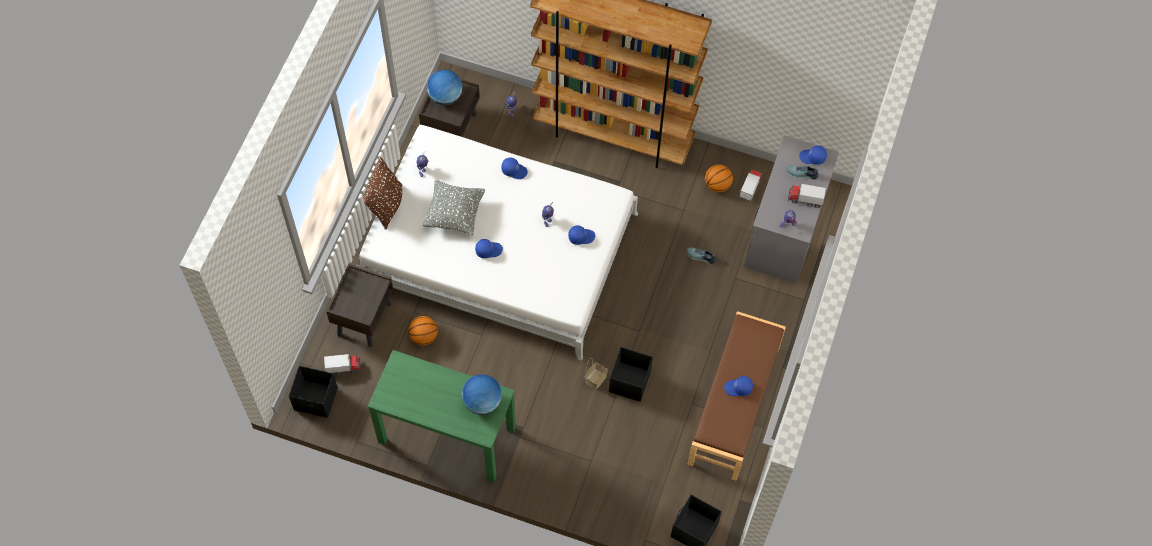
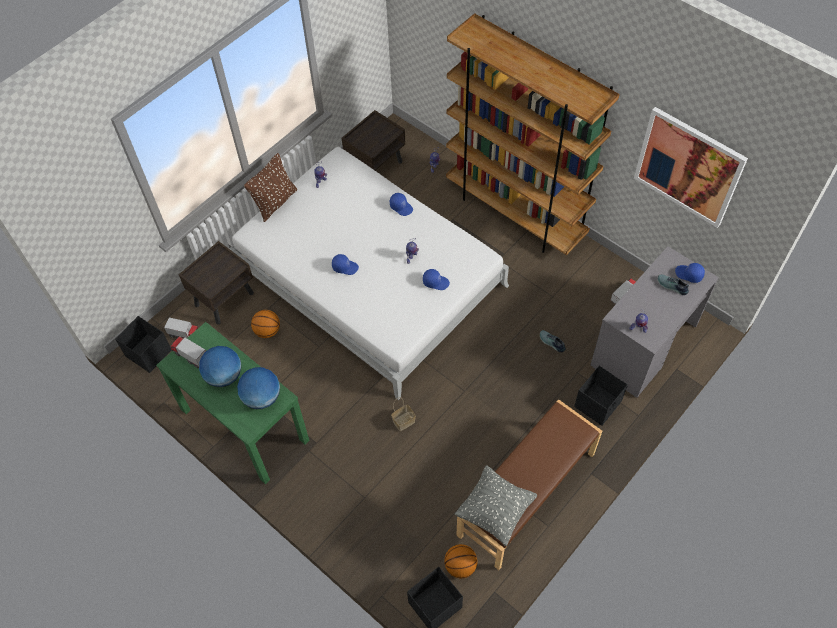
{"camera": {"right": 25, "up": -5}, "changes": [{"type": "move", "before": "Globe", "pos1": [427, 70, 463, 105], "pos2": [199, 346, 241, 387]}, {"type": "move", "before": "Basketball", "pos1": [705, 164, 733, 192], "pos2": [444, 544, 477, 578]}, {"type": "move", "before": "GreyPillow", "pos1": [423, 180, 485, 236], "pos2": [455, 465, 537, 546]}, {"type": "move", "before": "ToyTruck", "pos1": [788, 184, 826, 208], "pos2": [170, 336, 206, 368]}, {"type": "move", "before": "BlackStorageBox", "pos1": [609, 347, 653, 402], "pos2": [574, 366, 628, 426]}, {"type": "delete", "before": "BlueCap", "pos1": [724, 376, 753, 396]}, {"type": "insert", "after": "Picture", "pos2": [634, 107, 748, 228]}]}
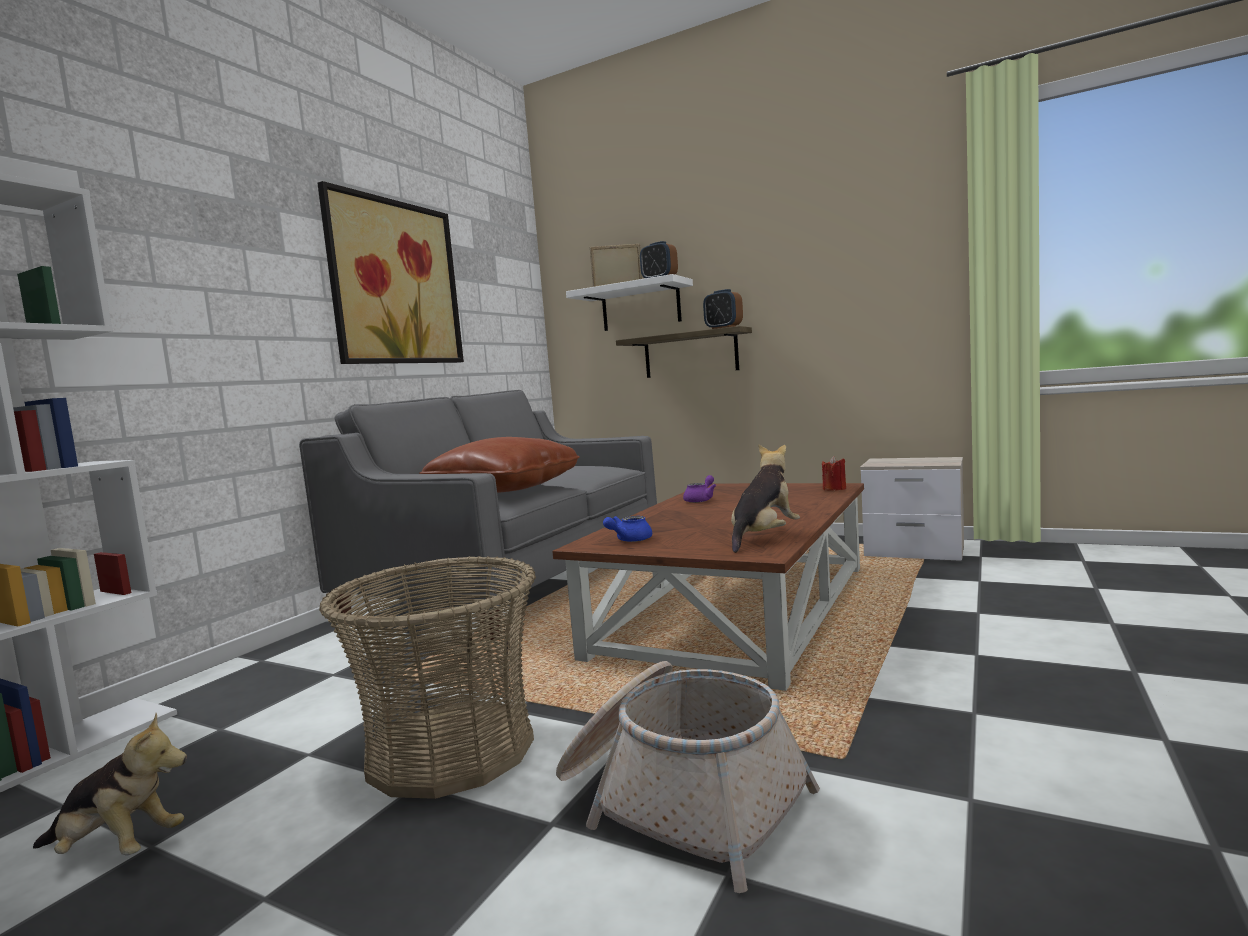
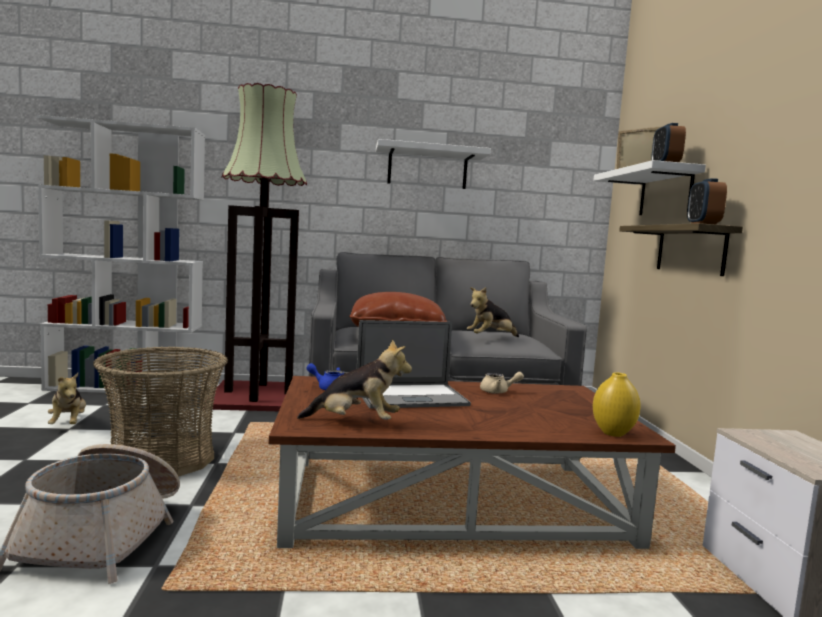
{"camera": {"right": 55, "up": 0}, "changes": [{"type": "replace", "before": "Picture", "after": "WhiteShelf", "pos1": [317, 181, 464, 364], "pos2": [376, 139, 491, 189]}, {"type": "replace", "before": "RedCandle", "after": "YellowVase", "pos1": [822, 456, 846, 491], "pos2": [593, 372, 640, 437]}, {"type": "recolor", "before": "PurpleTeapot", "after": "BeigeTeapot", "pos1": [683, 475, 716, 503], "pos2": [480, 372, 524, 394]}, {"type": "insert", "after": "FloorLamp", "pos2": [203, 83, 307, 411]}, {"type": "insert", "after": "PlushToy", "pos2": [467, 287, 519, 337]}, {"type": "insert", "after": "Laptop", "pos2": [357, 320, 471, 409]}]}
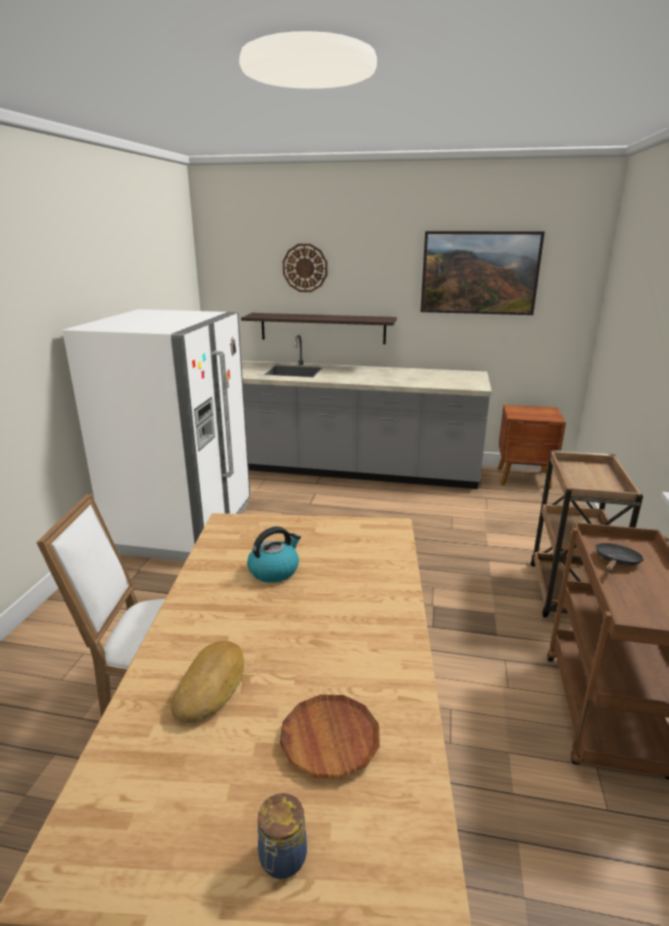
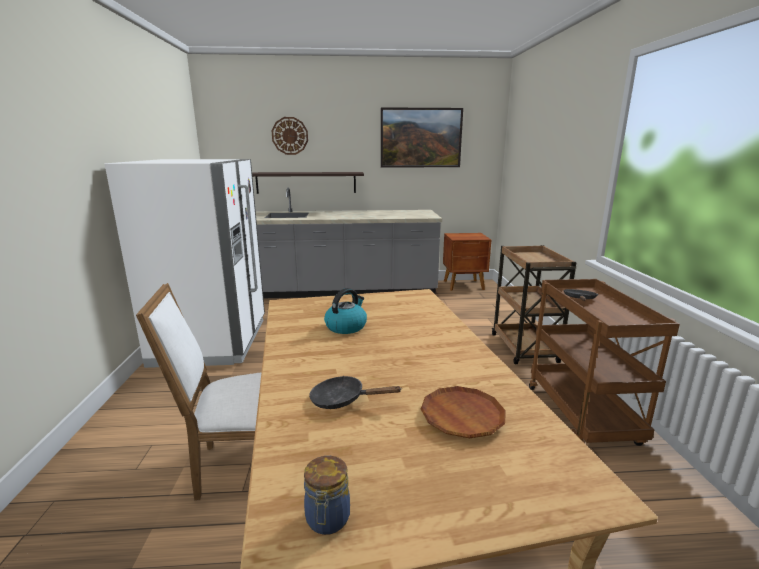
{"camera": {"right": -15, "up": -5}, "changes": [{"type": "replace", "before": "Bread", "after": "BlackFryingPan", "pos1": [171, 641, 244, 723], "pos2": [309, 376, 401, 409]}, {"type": "move", "before": "Jar", "pos1": [258, 793, 307, 879], "pos2": [304, 456, 350, 535]}]}
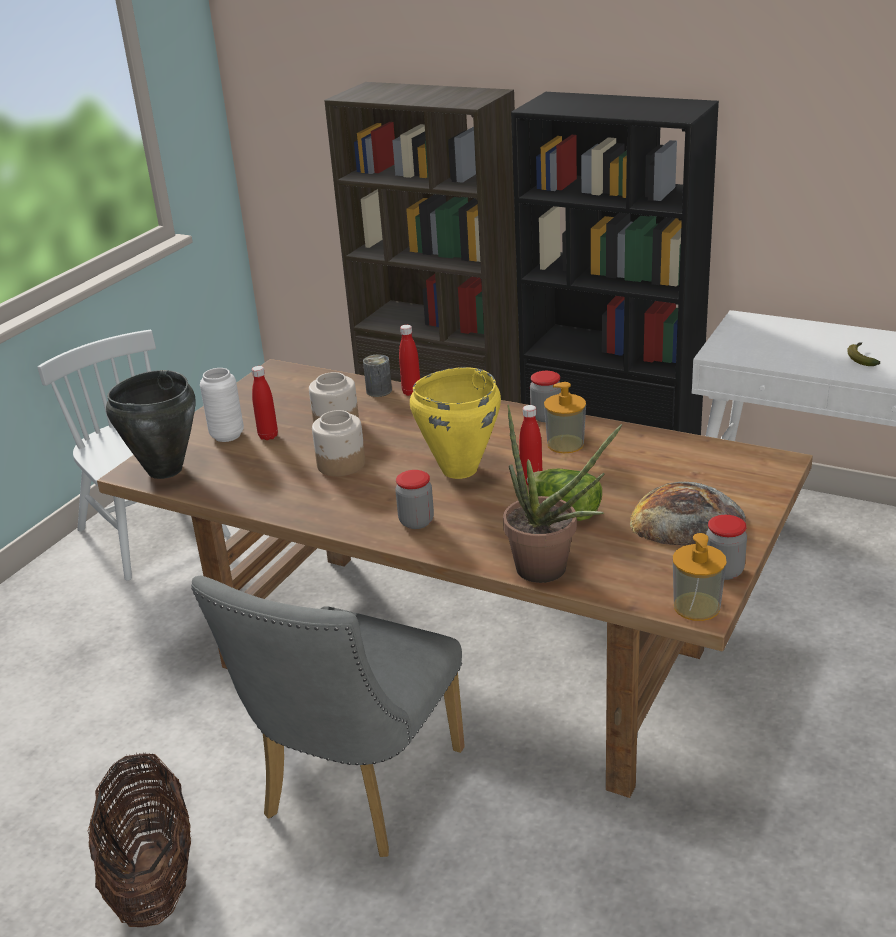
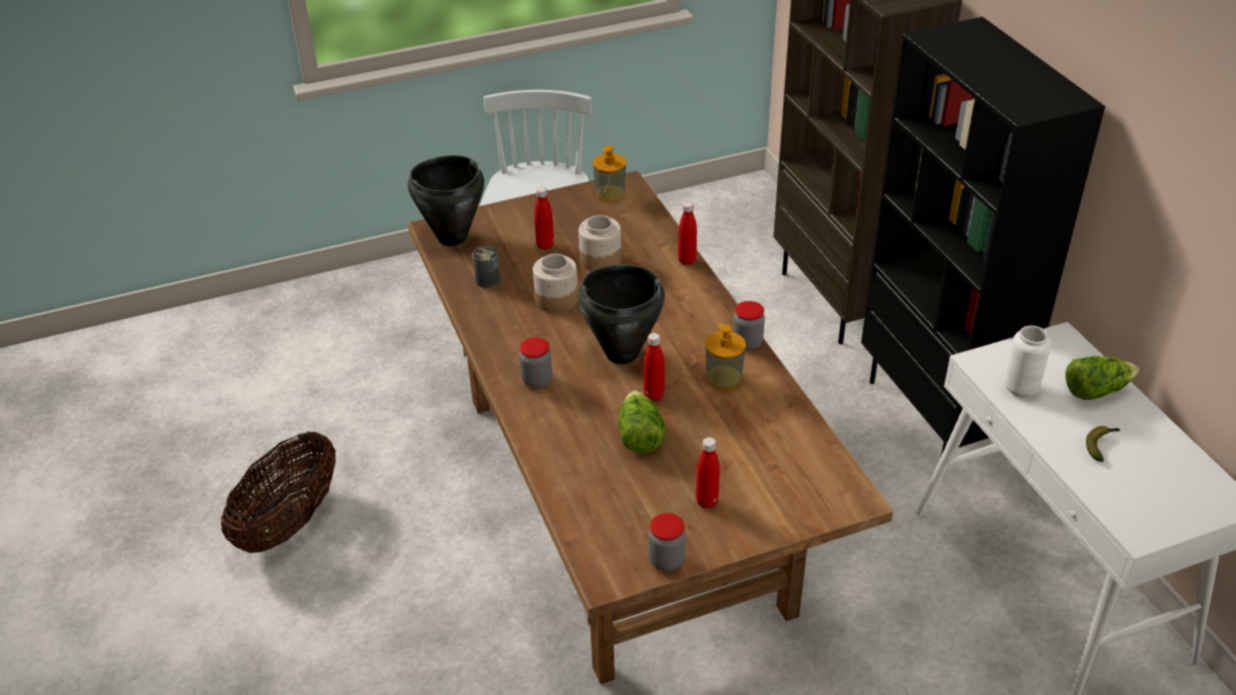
{"camera": {"right": 40, "up": 10}, "changes": [{"type": "move", "before": "Can", "pos1": [363, 354, 392, 397], "pos2": [473, 246, 500, 288]}, {"type": "recolor", "before": "YellowCookingPot", "after": "BlackCookingPot", "pos1": [410, 367, 501, 479], "pos2": [578, 264, 665, 364]}, {"type": "move", "before": "WhiteVase", "pos1": [200, 368, 244, 442], "pos2": [1004, 326, 1051, 397]}, {"type": "delete", "before": "PottedPlant", "pos1": [503, 404, 622, 583]}, {"type": "replace", "before": "Bread", "after": "RedBottle", "pos1": [630, 482, 746, 546], "pos2": [696, 437, 720, 508]}, {"type": "move", "before": "SoapDispenser", "pos1": [673, 533, 727, 621], "pos2": [593, 145, 626, 202]}, {"type": "delete", "before": "GreyChair", "pos1": [191, 576, 465, 857]}, {"type": "insert", "after": "Lettuce", "pos2": [1066, 356, 1139, 400]}]}
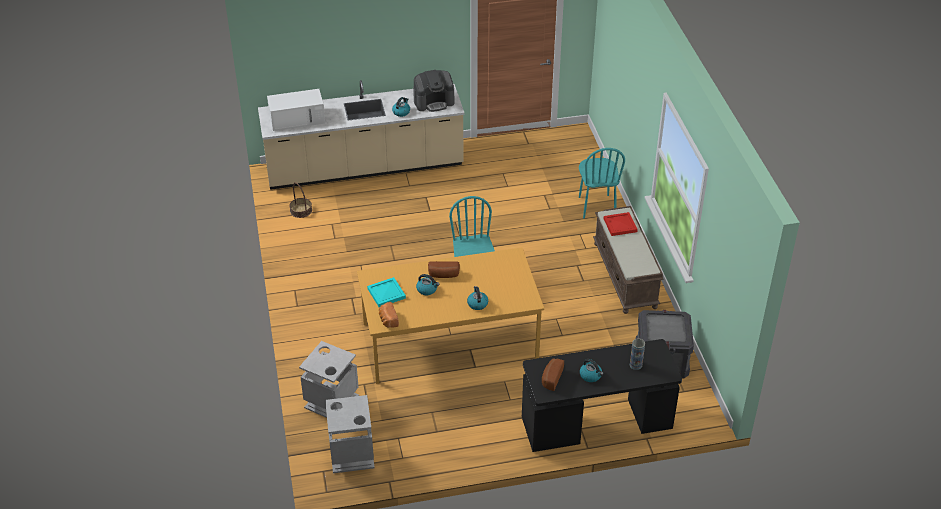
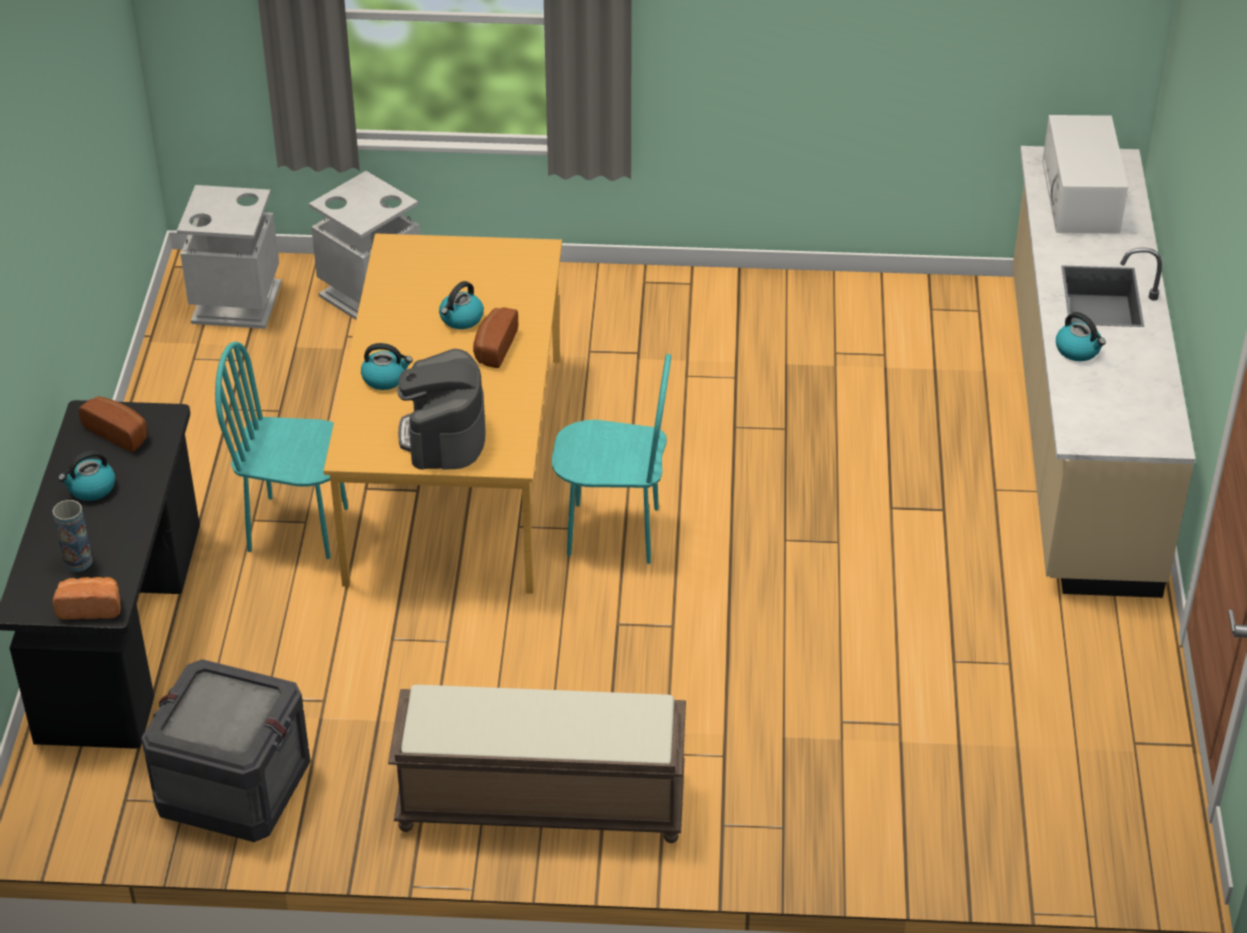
{"camera": {"right": 105, "up": 0}, "changes": [{"type": "move", "before": "CoffeeMachine", "pos1": [413, 70, 454, 112], "pos2": [397, 349, 485, 470]}, {"type": "move", "before": "TurquoiseChair", "pos1": [579, 148, 625, 219], "pos2": [215, 341, 348, 559]}, {"type": "delete", "before": "Basket", "pos1": [289, 182, 312, 218]}, {"type": "delete", "before": "RedTray", "pos1": [604, 212, 638, 236]}, {"type": "delete", "before": "TurquoiseTray", "pos1": [367, 277, 406, 307]}, {"type": "move", "before": "Bread", "pos1": [379, 302, 399, 328], "pos2": [53, 577, 121, 619]}]}
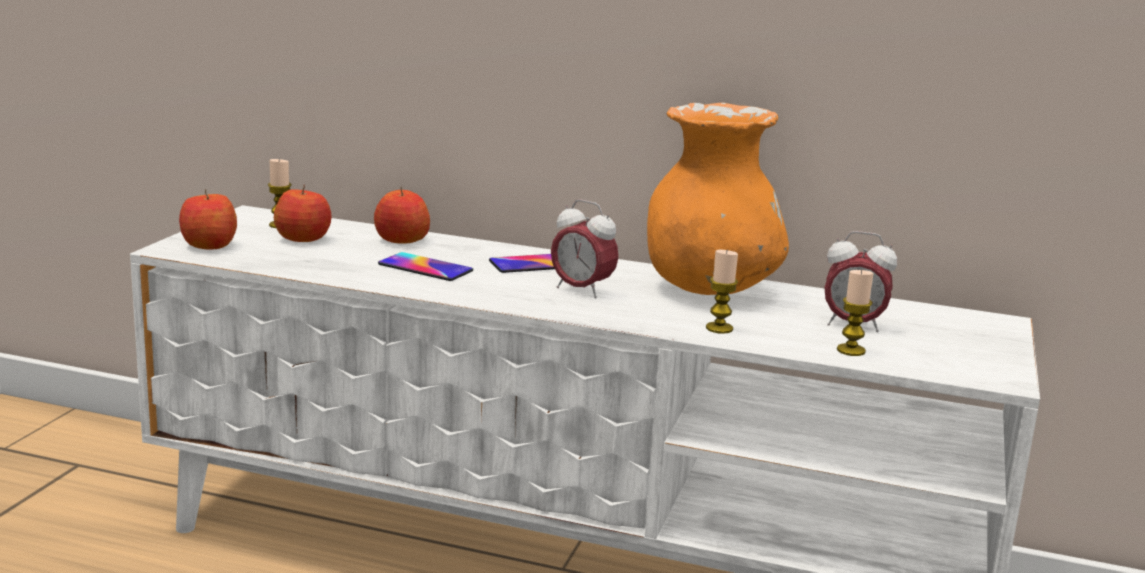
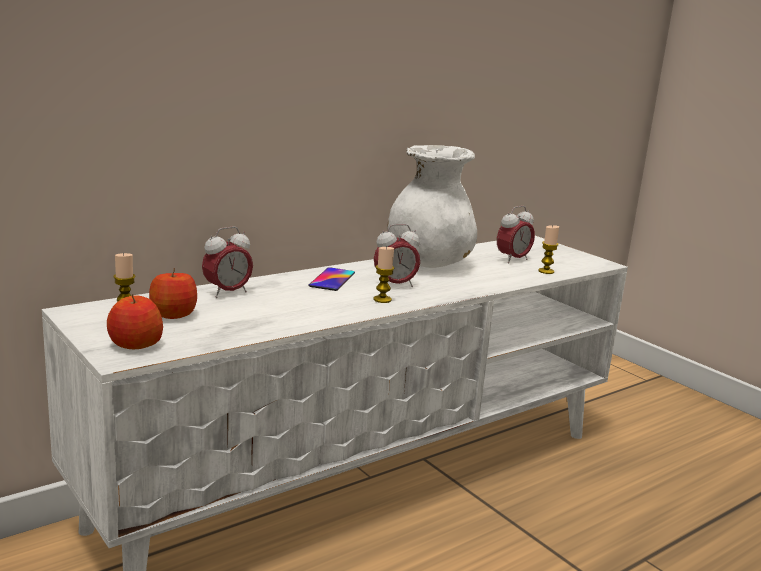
{"camera": {"right": -55, "up": 0}, "changes": [{"type": "recolor", "before": "OrangeVase", "after": "WhiteVase", "pos1": [647, 103, 789, 295], "pos2": [387, 145, 477, 268]}, {"type": "replace", "before": "Apple", "after": "AlarmClock", "pos1": [374, 187, 430, 244], "pos2": [202, 226, 253, 298]}, {"type": "move", "before": "Candle", "pos1": [706, 250, 738, 334], "pos2": [373, 246, 394, 303]}, {"type": "delete", "before": "Phone", "pos1": [378, 252, 473, 281]}]}
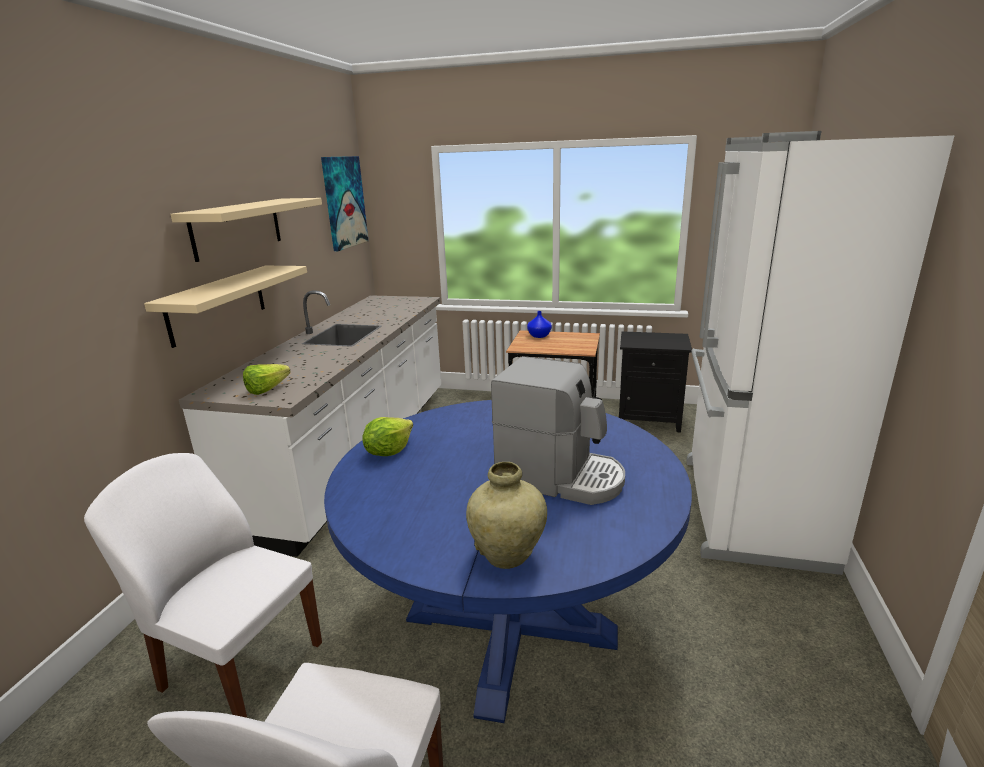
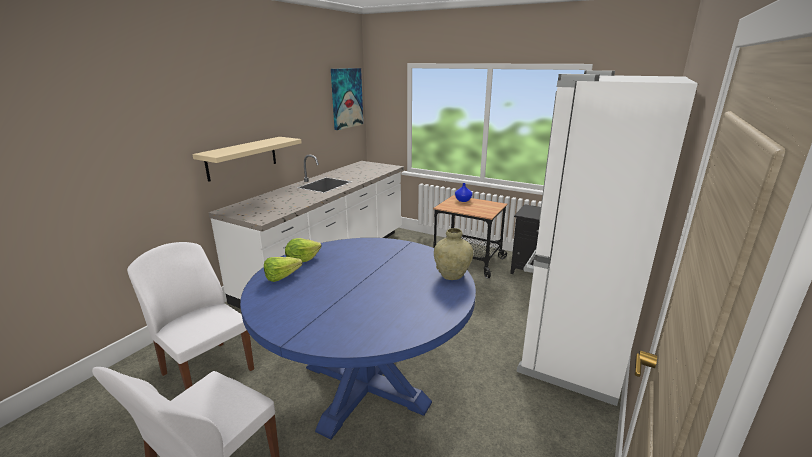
{"camera": {"right": 15, "up": 0}, "changes": [{"type": "delete", "before": "BeigeShelf", "pos1": [170, 198, 322, 262]}, {"type": "delete", "before": "CoffeeMachine", "pos1": [491, 356, 625, 505]}, {"type": "move", "before": "Lettuce", "pos1": [243, 364, 290, 395], "pos2": [264, 257, 302, 282]}, {"type": "move", "before": "BeigeVase", "pos1": [466, 462, 547, 569], "pos2": [434, 228, 473, 280]}]}
